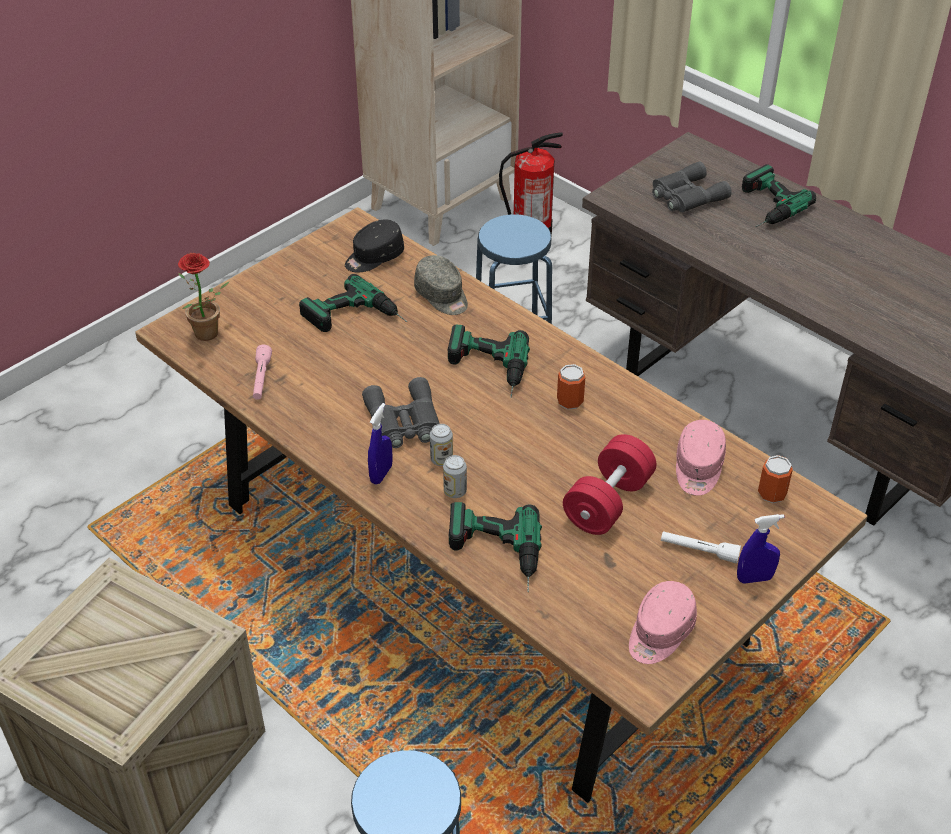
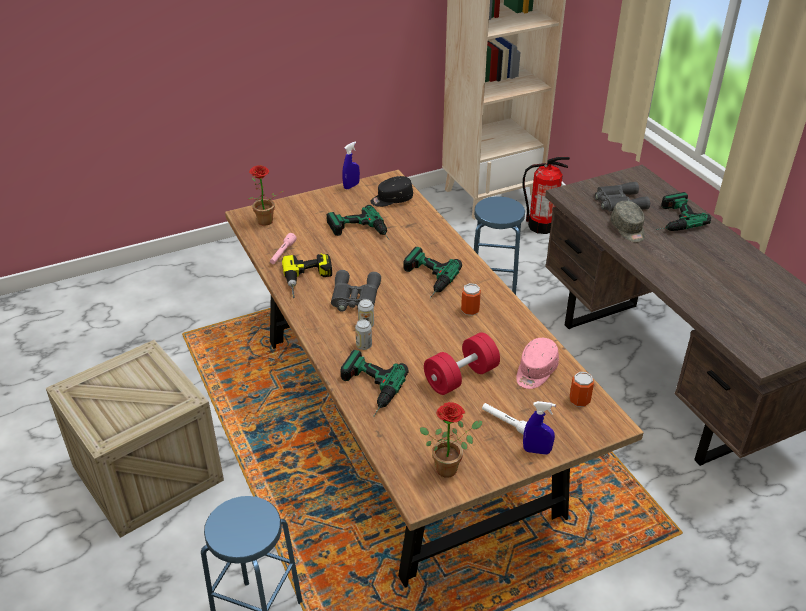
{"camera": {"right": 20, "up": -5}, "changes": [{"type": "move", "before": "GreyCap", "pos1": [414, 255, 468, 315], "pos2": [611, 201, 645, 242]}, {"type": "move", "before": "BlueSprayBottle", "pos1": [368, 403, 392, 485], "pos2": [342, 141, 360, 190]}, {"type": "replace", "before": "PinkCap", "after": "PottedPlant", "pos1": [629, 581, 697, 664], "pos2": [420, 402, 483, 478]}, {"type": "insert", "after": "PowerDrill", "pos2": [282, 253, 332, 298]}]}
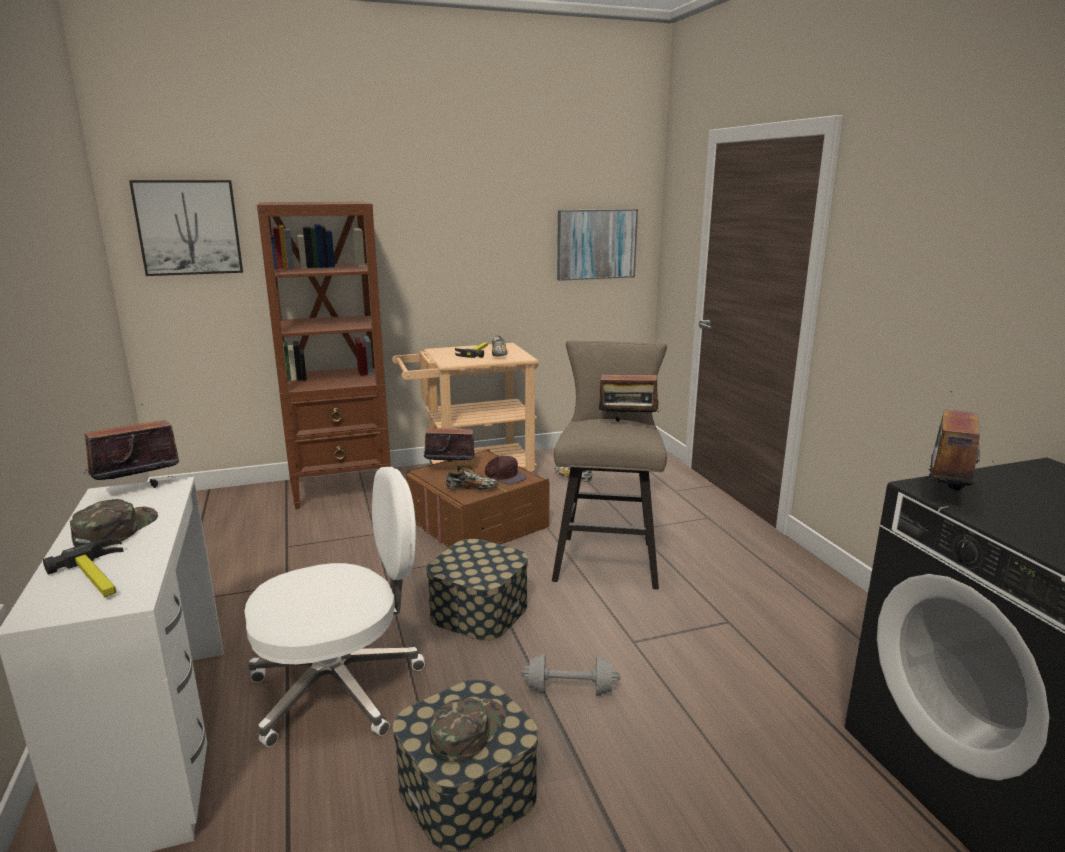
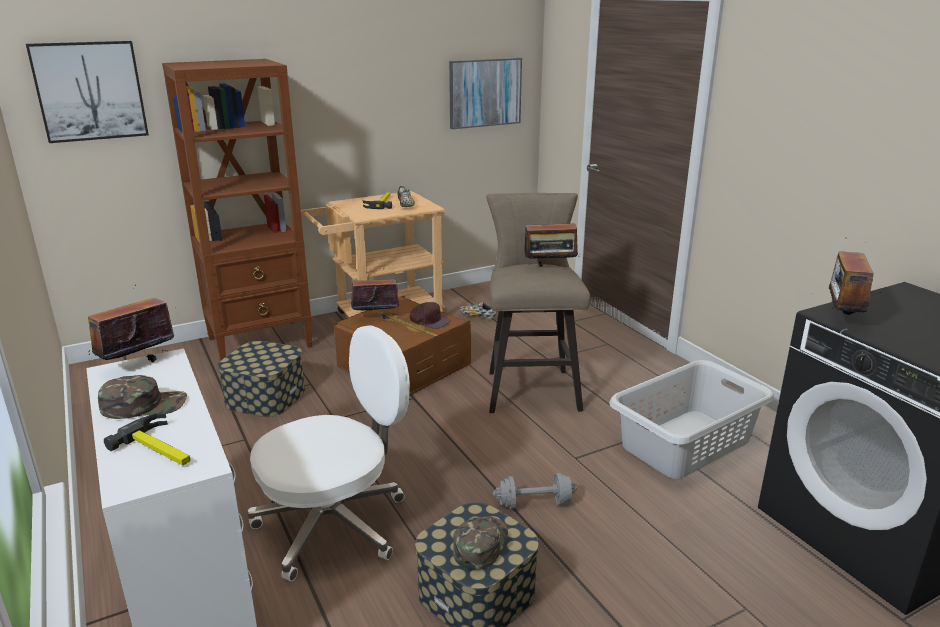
{"camera": {"right": -10, "up": 5}, "changes": [{"type": "delete", "before": "Shoe", "pos1": [445, 470, 498, 490]}, {"type": "rotate", "before": "GreenCap", "pos1": [70, 499, 158, 547], "pos2": [98, 375, 187, 419], "turn": 75}, {"type": "move", "before": "StorageBox", "pos1": [426, 539, 528, 641], "pos2": [218, 341, 305, 417]}, {"type": "insert", "after": "GreyLaundryBasket", "pos2": [609, 360, 774, 479]}]}
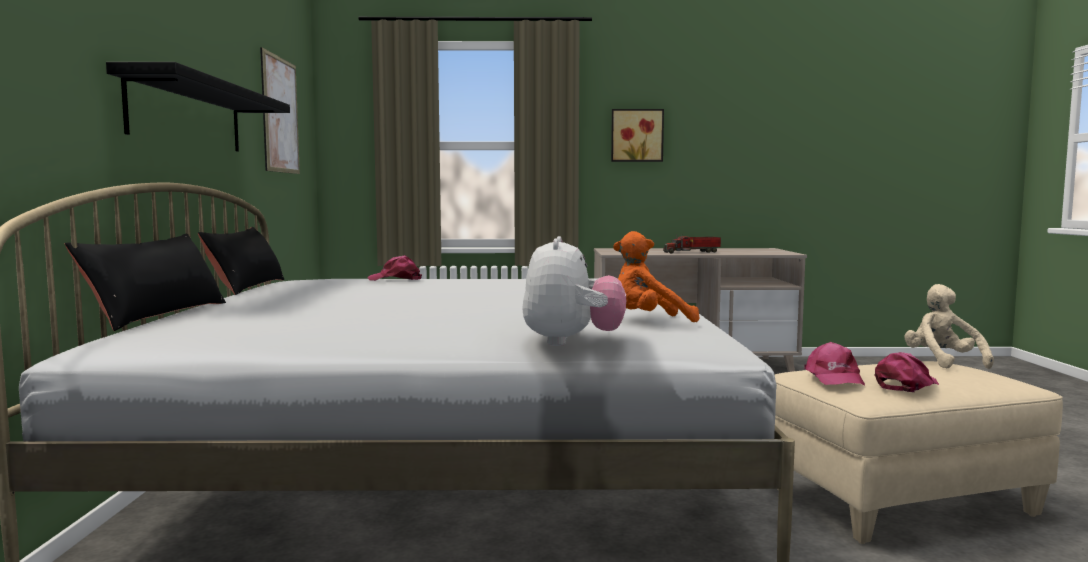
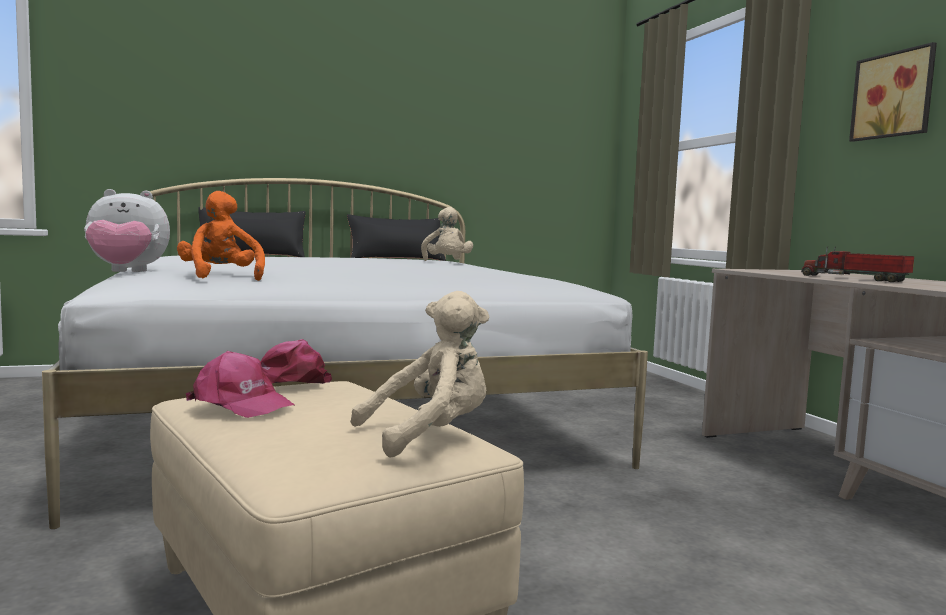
{"camera": {"right": 70, "up": 0}, "changes": [{"type": "delete", "before": "Picture", "pos1": [260, 47, 300, 174]}, {"type": "delete", "before": "BlackShelf", "pos1": [106, 62, 290, 152]}, {"type": "replace", "before": "PinkCap", "after": "BeigePlushToy", "pos1": [367, 255, 422, 281], "pos2": [421, 207, 473, 261]}]}
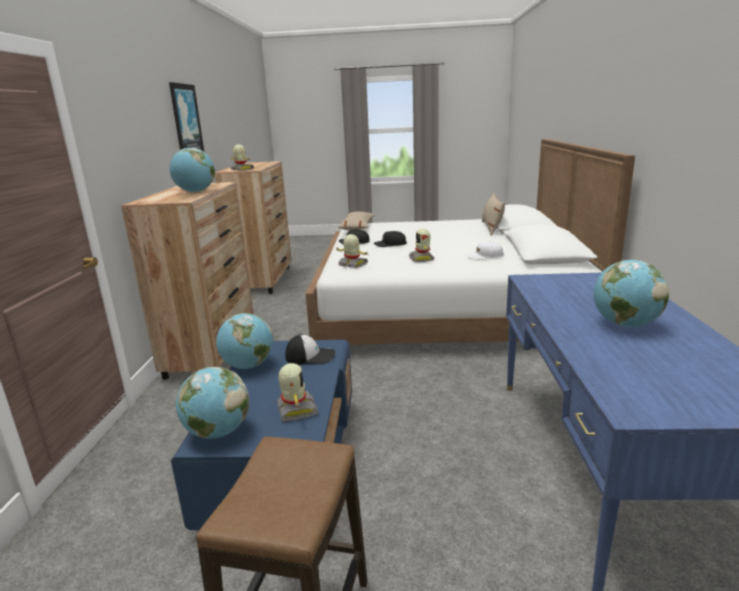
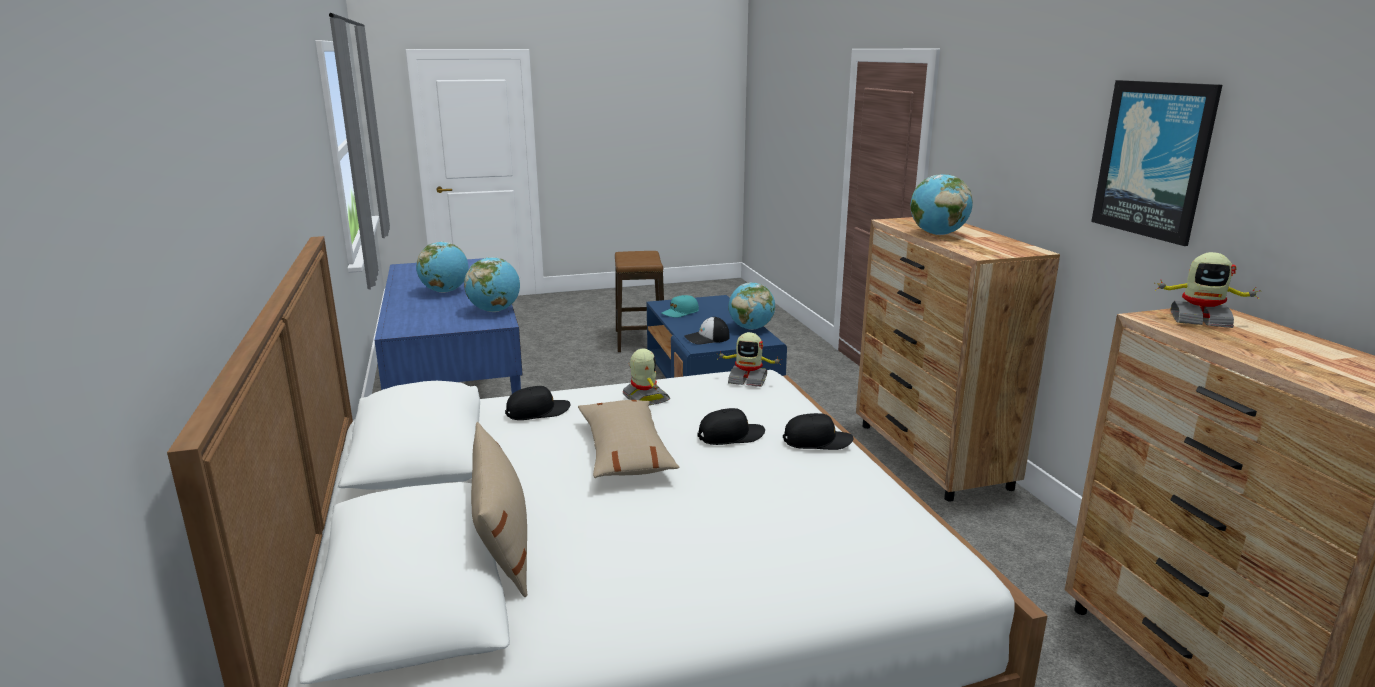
{"camera": {"right": 160, "up": 0}, "changes": [{"type": "move", "before": "BeigePillow", "pos1": [337, 212, 375, 230], "pos2": [578, 400, 679, 478]}, {"type": "recolor", "before": "WhiteCap", "after": "BlackCap", "pos1": [467, 241, 504, 260], "pos2": [505, 386, 571, 420]}, {"type": "replace", "before": "ToyRobot", "after": "TurquoiseCap", "pos1": [277, 363, 318, 422], "pos2": [662, 295, 699, 318]}, {"type": "move", "before": "Globe", "pos1": [176, 367, 249, 439], "pos2": [464, 257, 520, 312]}]}
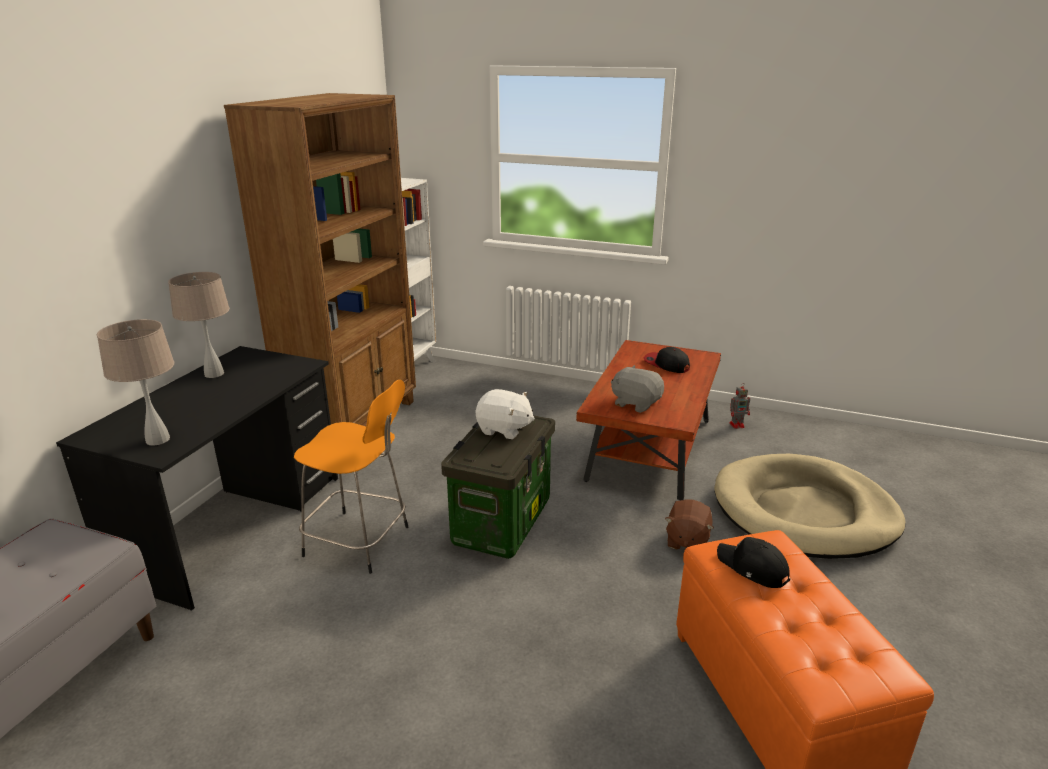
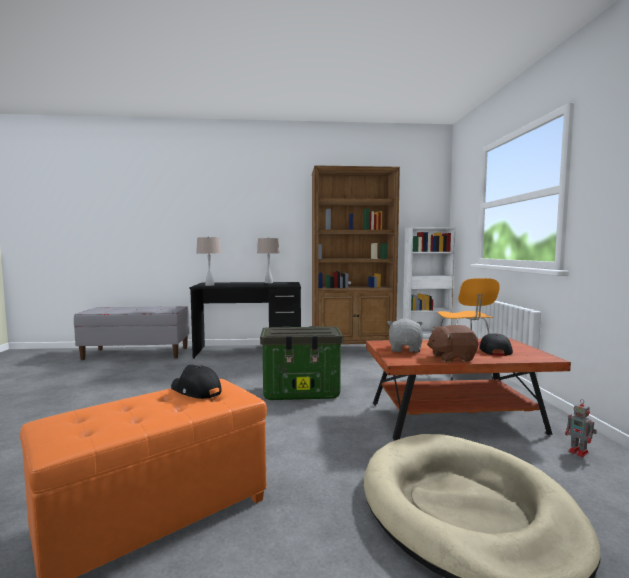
{"camera": {"right": 65, "up": -20}, "changes": [{"type": "move", "before": "OrangeStool", "pos1": [294, 380, 408, 574], "pos2": [437, 278, 500, 380]}, {"type": "delete", "before": "WhitePlushToy", "pos1": [476, 389, 535, 439]}, {"type": "move", "before": "BrownPlushToy", "pos1": [665, 499, 714, 549], "pos2": [427, 325, 478, 362]}, {"type": "rotate", "before": "BlackCap", "pos1": [717, 537, 790, 588], "pos2": [171, 365, 222, 399], "turn": -75}]}
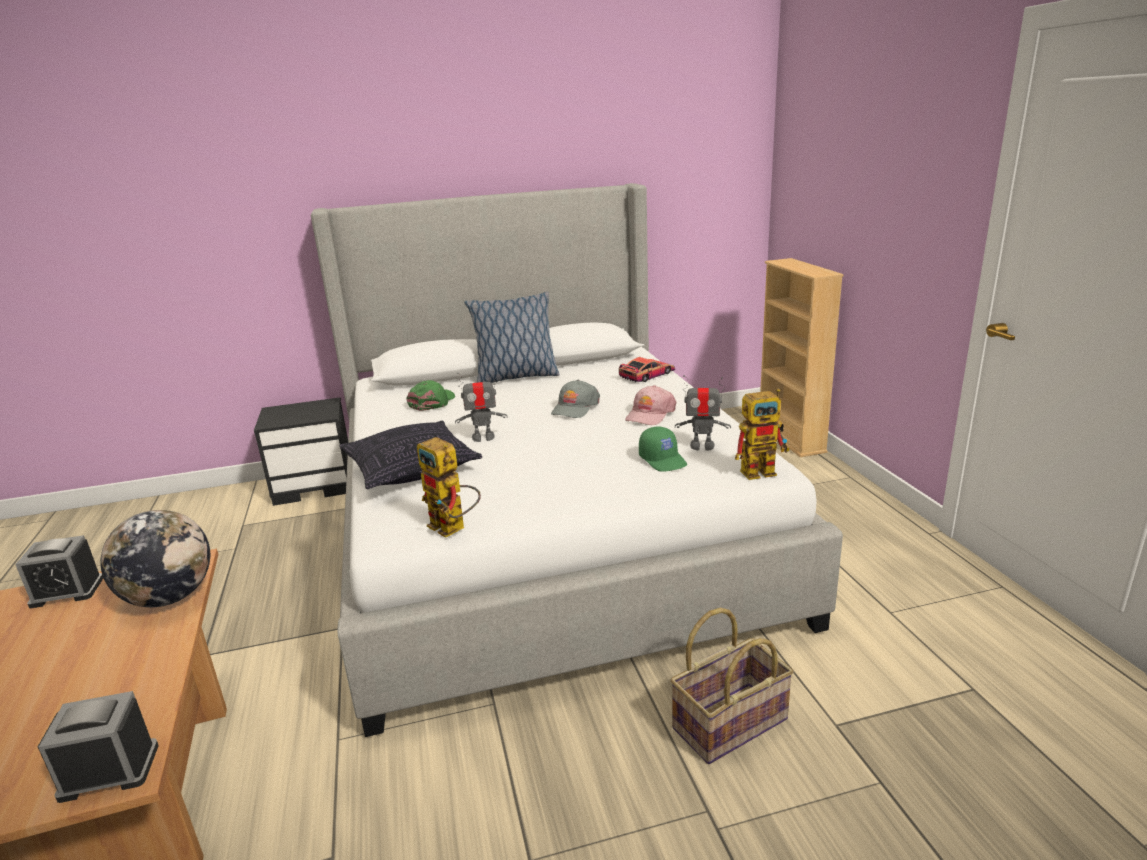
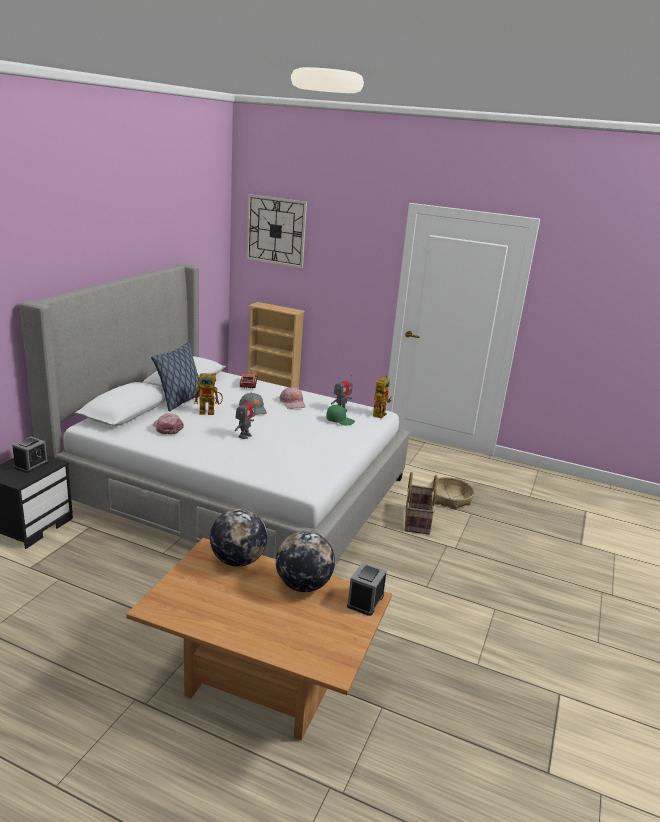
{"camera": {"right": -55, "up": 0}, "changes": [{"type": "recolor", "before": "GreenCap", "after": "PinkCap", "pos1": [406, 380, 455, 411], "pos2": [153, 413, 184, 434]}, {"type": "delete", "before": "Pillow", "pos1": [339, 421, 482, 489]}, {"type": "move", "before": "ToyRobot", "pos1": [417, 437, 481, 538], "pos2": [194, 373, 223, 415]}, {"type": "move", "before": "AlarmClock", "pos1": [15, 535, 103, 608], "pos2": [12, 437, 49, 473]}, {"type": "insert", "after": "WallClock", "pos2": [246, 194, 307, 268]}, {"type": "insert", "after": "Basket", "pos2": [429, 477, 474, 510]}, {"type": "insert", "after": "Globe", "pos2": [276, 531, 335, 592]}]}
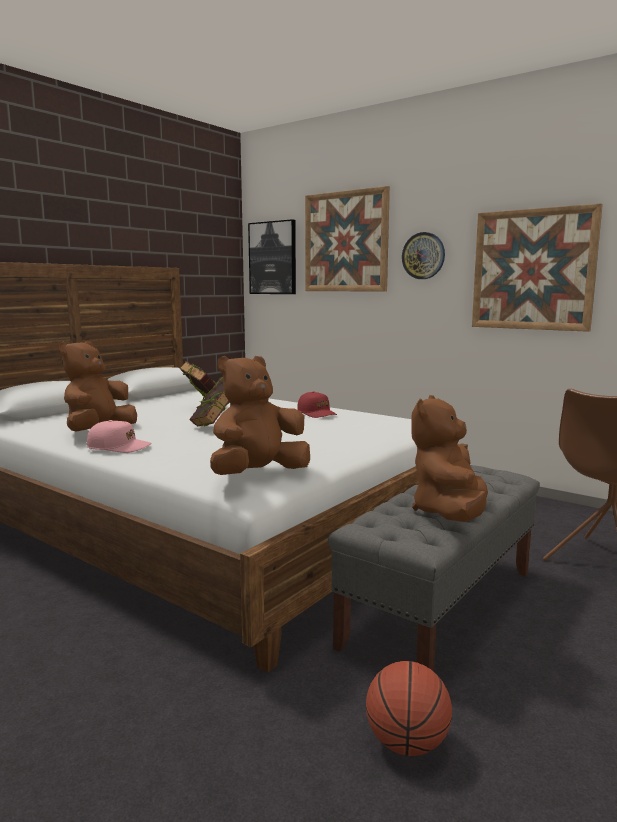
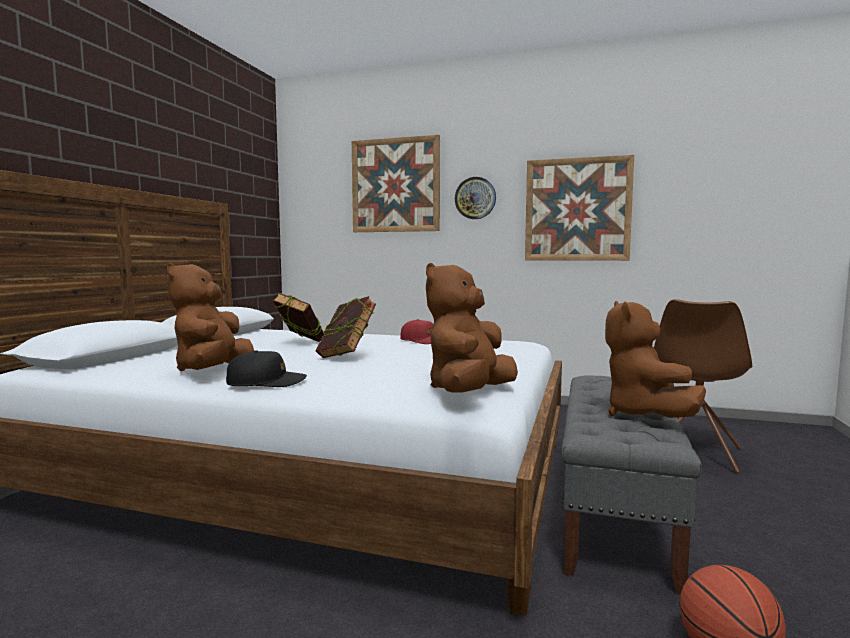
{"camera": {"right": -20, "up": -5}, "changes": [{"type": "delete", "before": "Picture", "pos1": [248, 219, 296, 294]}, {"type": "recolor", "before": "PinkCap", "after": "BlackCap", "pos1": [87, 420, 152, 453], "pos2": [226, 350, 307, 387]}]}
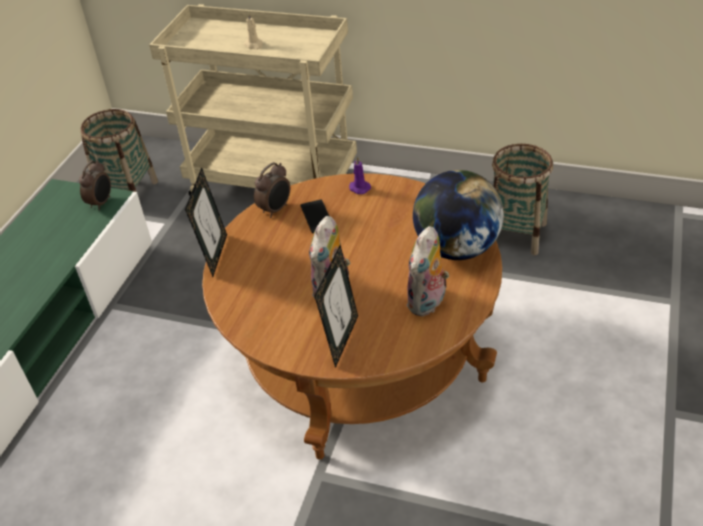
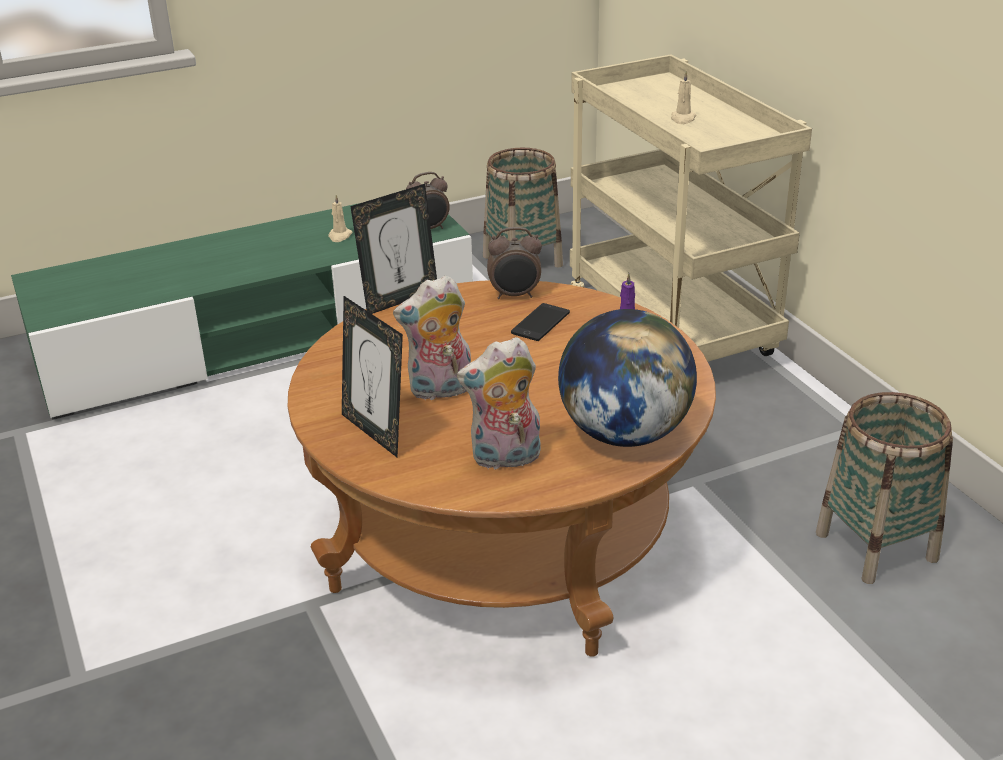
{"camera": {"right": 45, "up": -10}, "changes": [{"type": "rotate", "before": "PictureFrame", "pos1": [315, 245, 358, 368], "pos2": [342, 296, 403, 457], "turn": 75}, {"type": "insert", "after": "BeigeCandle", "pos2": [328, 195, 353, 242]}]}
